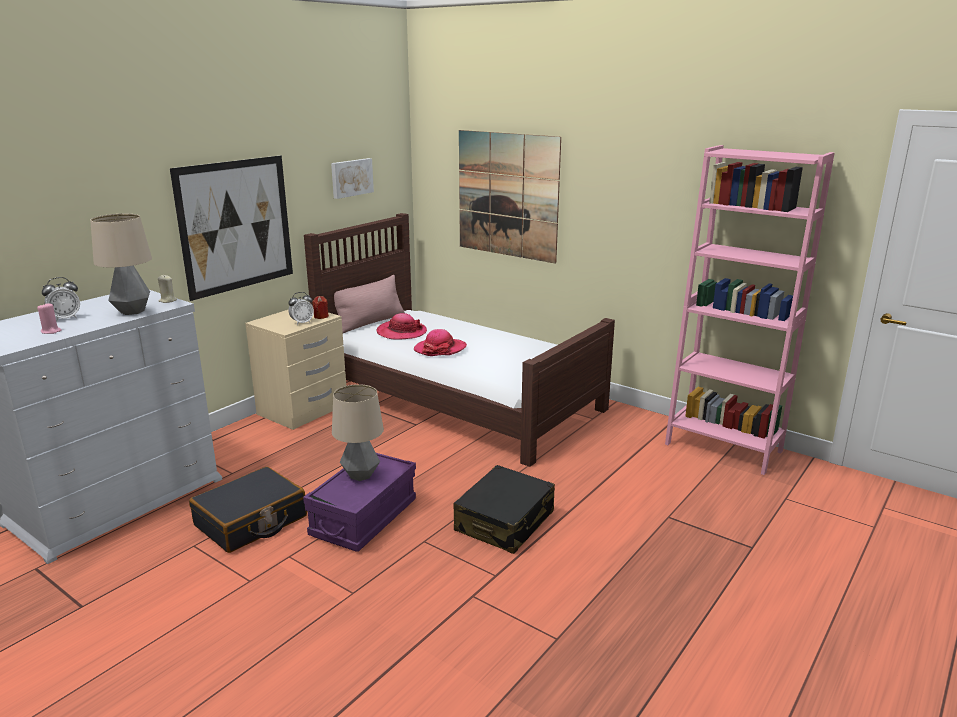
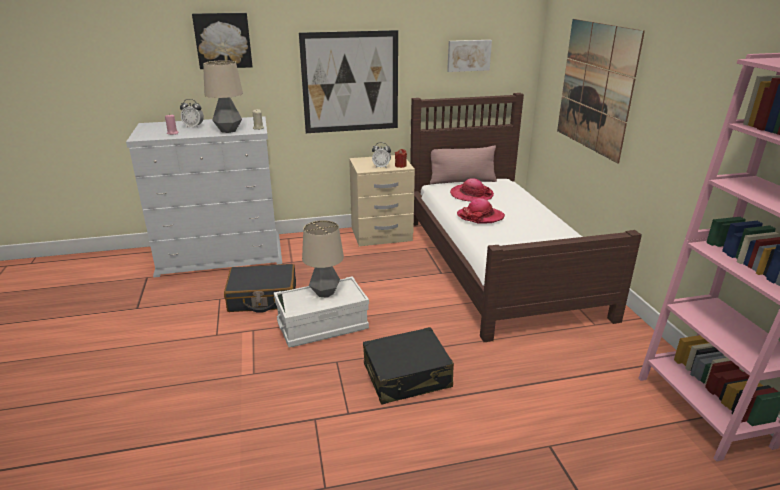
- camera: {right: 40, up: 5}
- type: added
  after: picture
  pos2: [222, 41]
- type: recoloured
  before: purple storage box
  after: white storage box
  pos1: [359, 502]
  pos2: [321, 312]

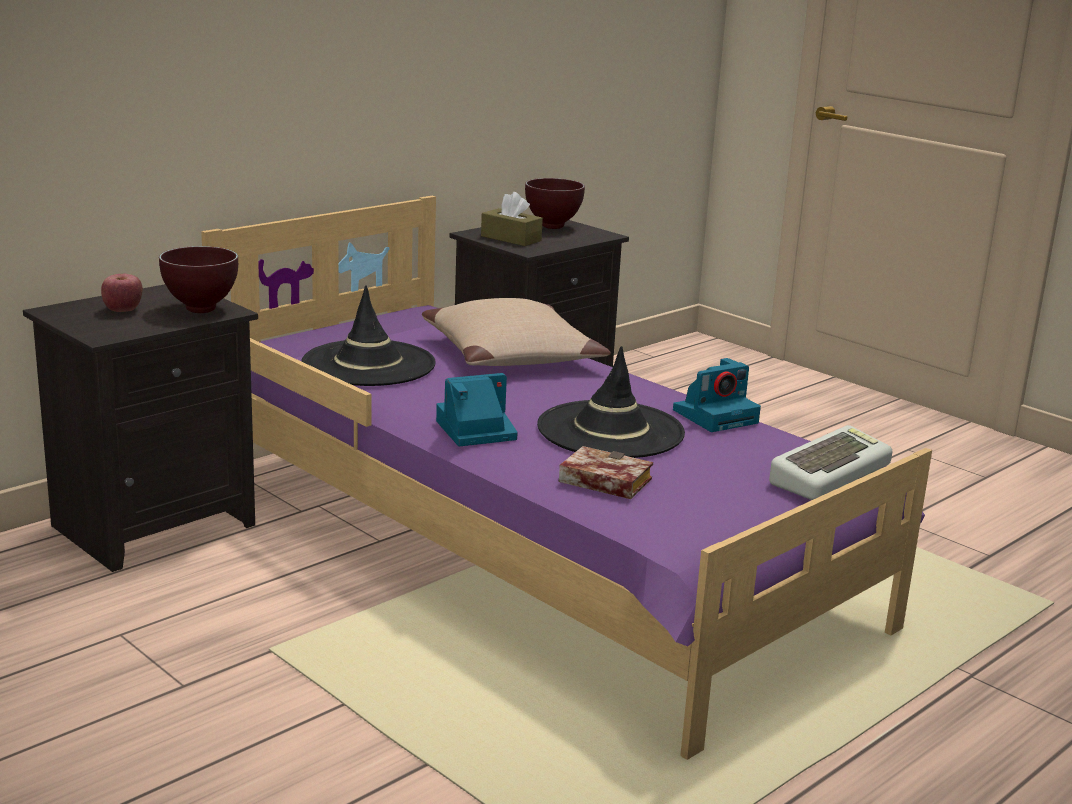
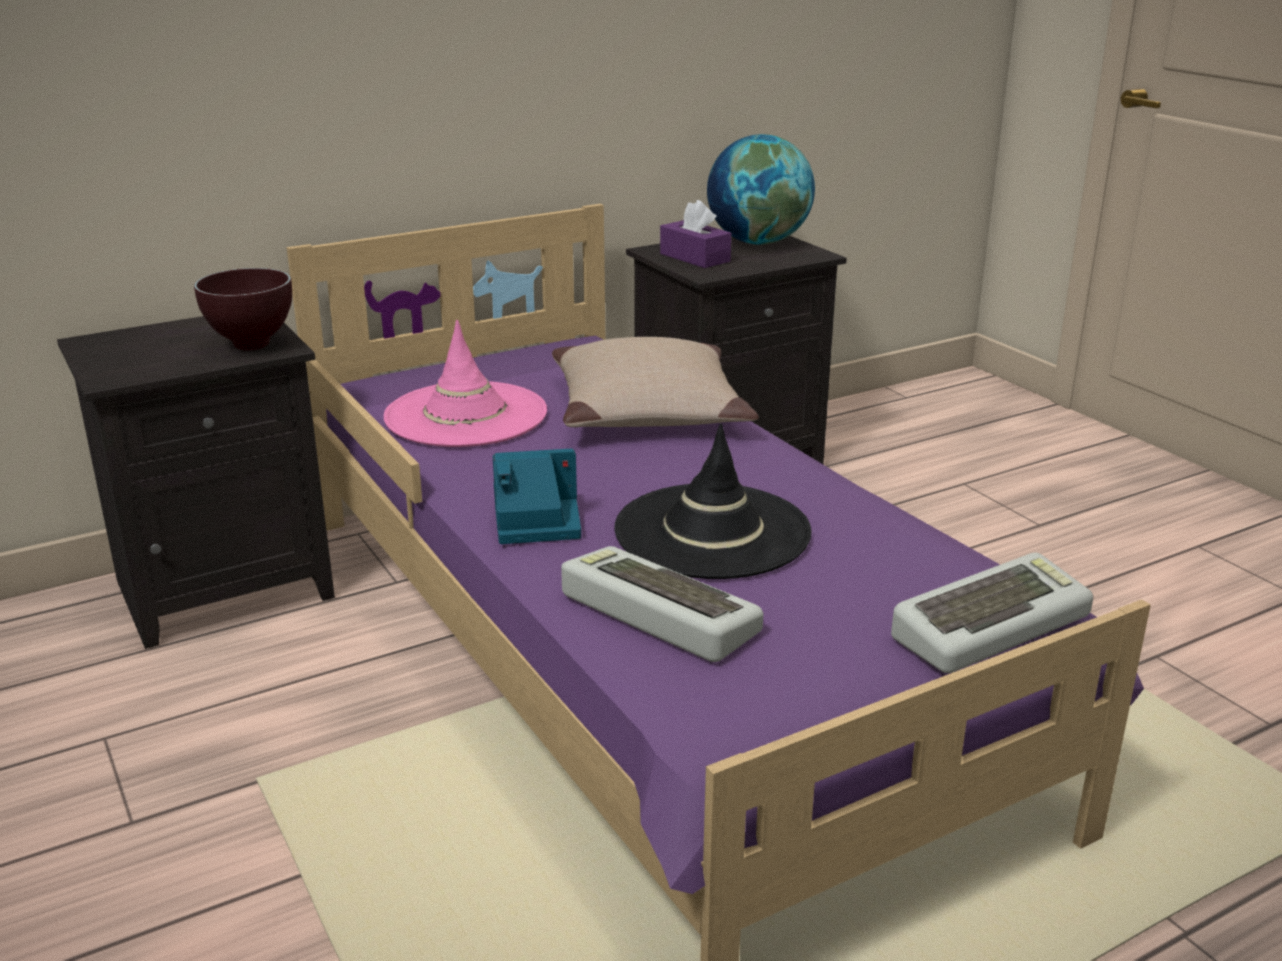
- camera: {right: 15, up: 5}
- type: removed
  before: apple
  pos1: [122, 293]
- type: removed
  before: photo camera
  pos1: [717, 395]
- type: replaced
  before: brown bowl
  after: globe
  pos1: [555, 203]
  pos2: [761, 189]
- type: replaced
  before: book
  after: keyboard
  pos1: [606, 472]
  pos2: [662, 604]
- type: recoloured
  before: black hat
  after: pink hat
  pos1: [368, 335]
  pos2: [465, 383]
- type: recoloured
  before: brown tissue box
  after: purple tissue box
  pos1: [512, 219]
  pos2: [695, 234]

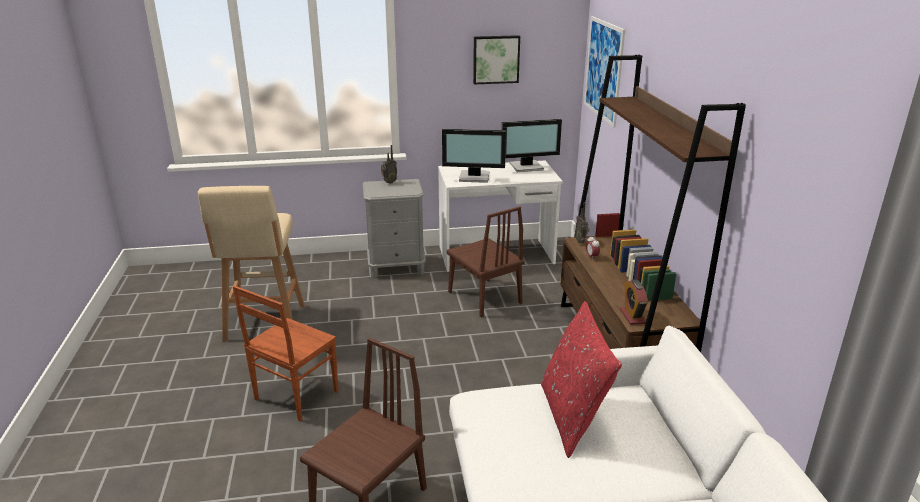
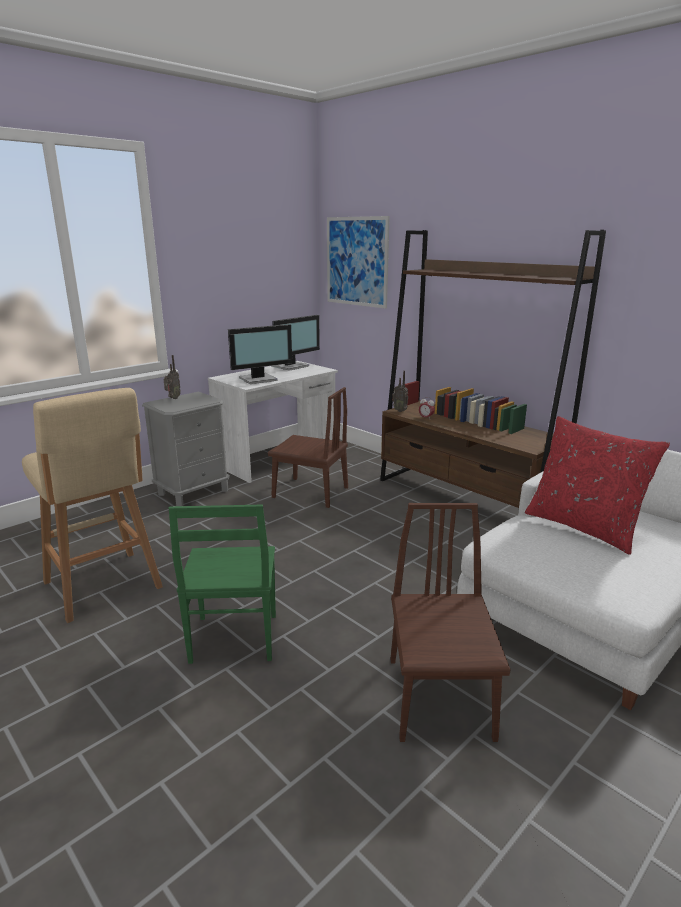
- camera: {right: -35, up: -5}
- type: removed
  before: picture
  pos1: [496, 59]
- type: removed
  before: alarm clock
  pos1: [634, 302]
- type: recoloured
  before: brown chair
  after: green chair
  pos1: [285, 353]
  pos2: [222, 584]

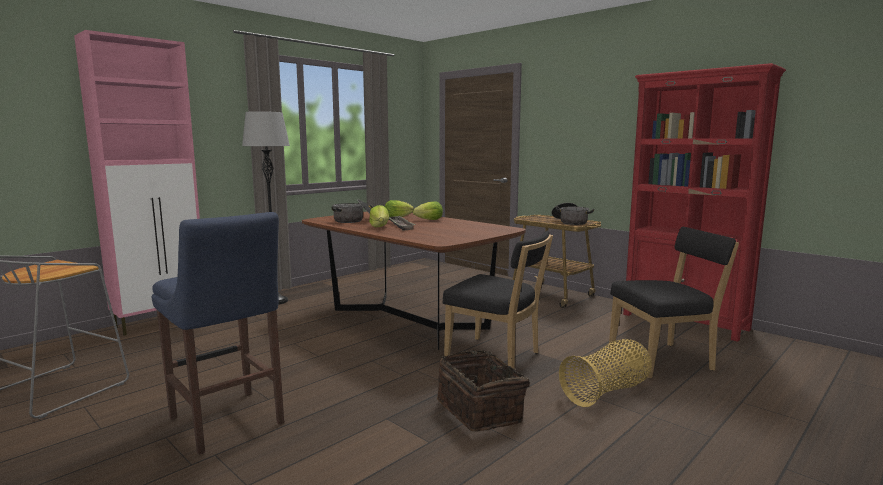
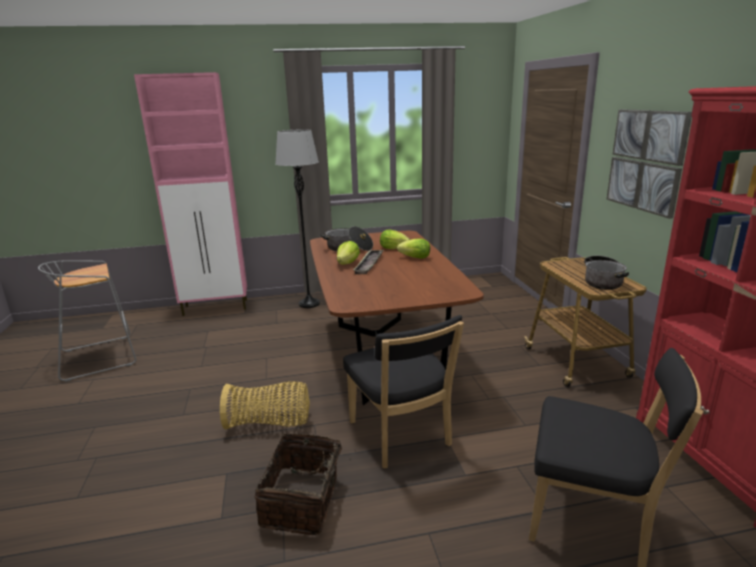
- camera: {right: 35, up: 10}
- type: removed
  before: blue stool
  pos1: [218, 333]
- type: added
  after: picture
  pos2: [649, 164]
- type: moved
  before: basket
  pos1: [605, 373]
  pos2: [265, 405]

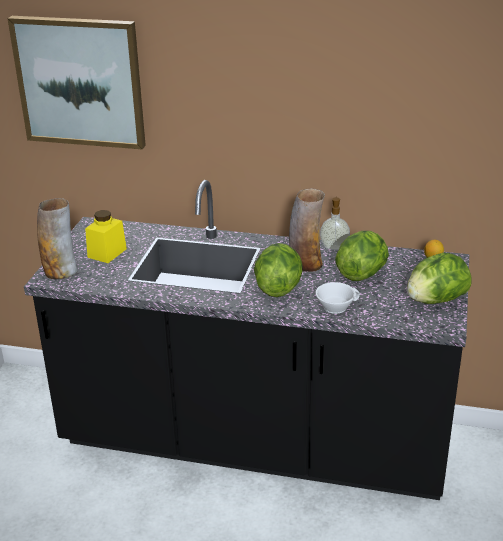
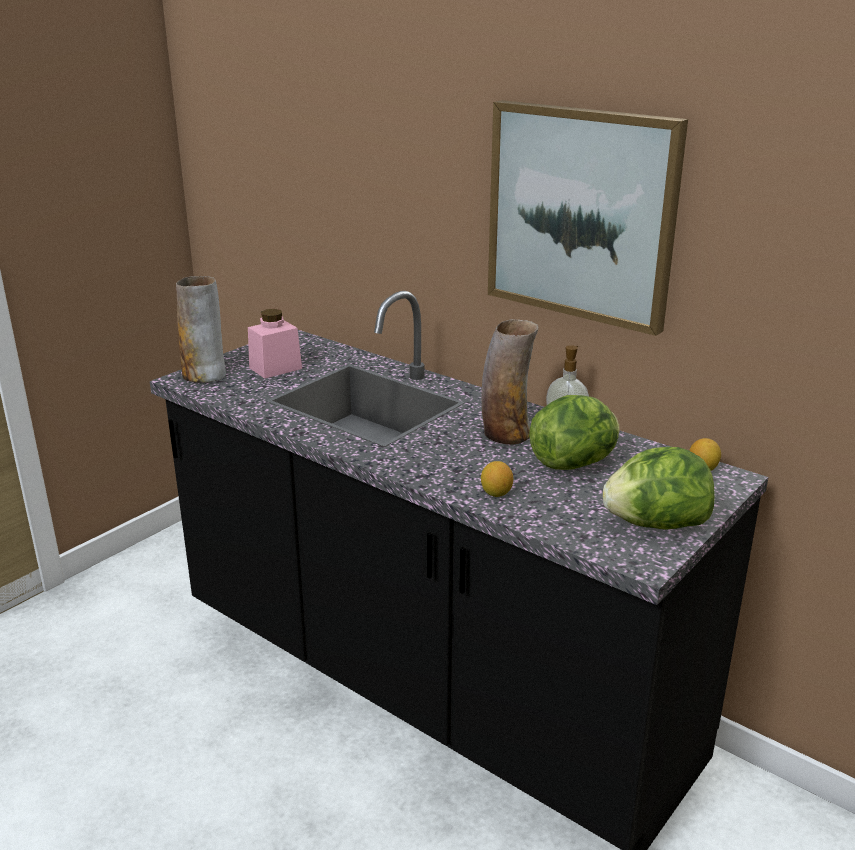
- camera: {right: 25, up: -5}
- type: removed
  before: lettuce
  pos1: [278, 270]
- type: moved
  before: picture
  pos1: [76, 82]
  pos2: [588, 218]
- type: replaced
  before: white cup
  after: lemon
  pos1: [337, 298]
  pos2: [497, 479]
- type: recoloured
  before: yellow jar
  after: pink jar
  pos1: [106, 236]
  pos2: [275, 344]

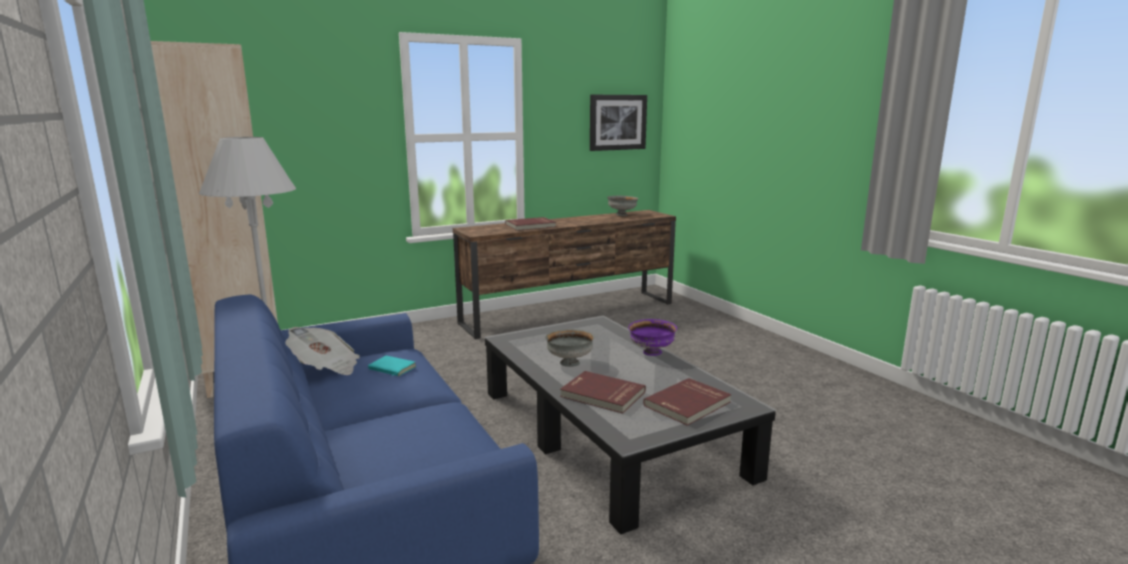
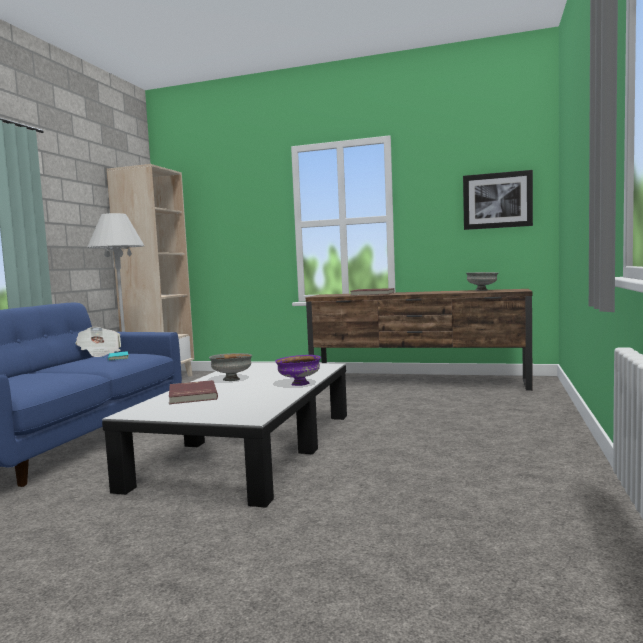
- camera: {right: 45, up: -10}
- type: removed
  before: red book
  pos1: [687, 402]

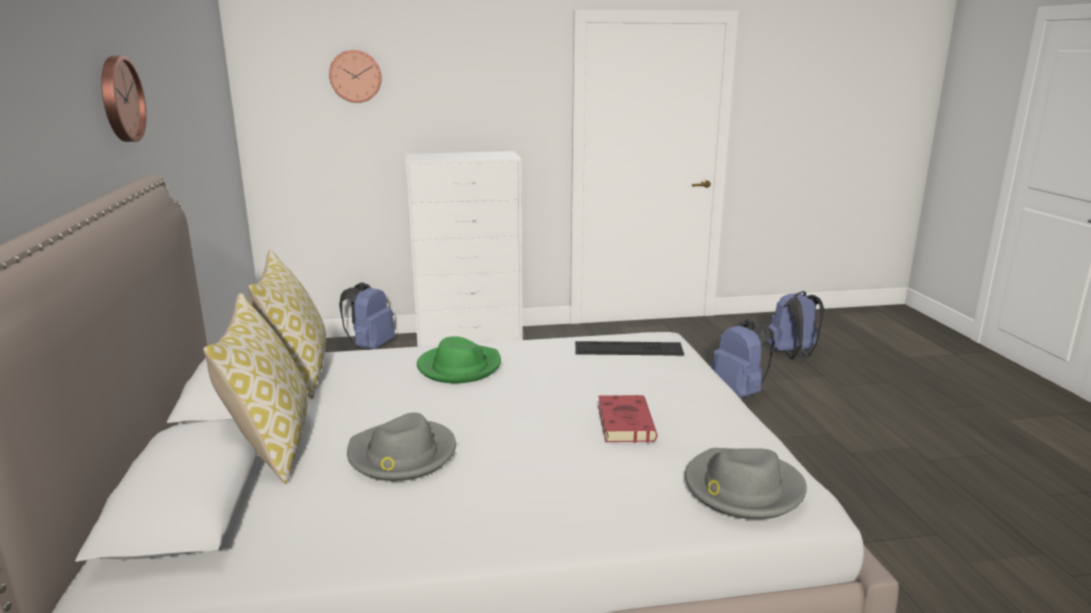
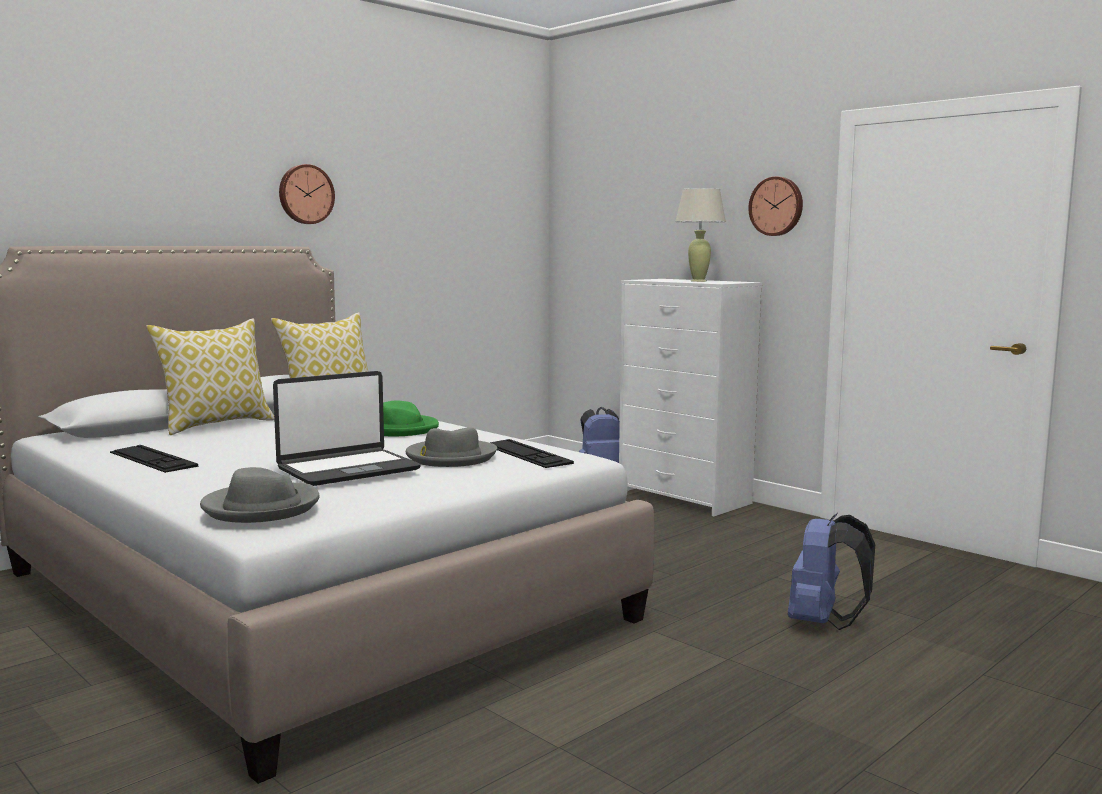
- camera: {right: 55, up: -10}
- type: removed
  before: blue backpack
  pos1: [794, 325]
- type: added
  after: keyboard
  pos2: [154, 459]
- type: added
  after: beige table lamp
  pos2: [700, 235]
- type: moved
  before: wall clock
  pos1: [355, 76]
  pos2: [775, 206]
- type: moved
  before: grey hat
  pos1: [401, 447]
  pos2: [451, 447]
- type: replaced
  before: red book
  after: laptop
  pos1: [627, 419]
  pos2: [347, 428]

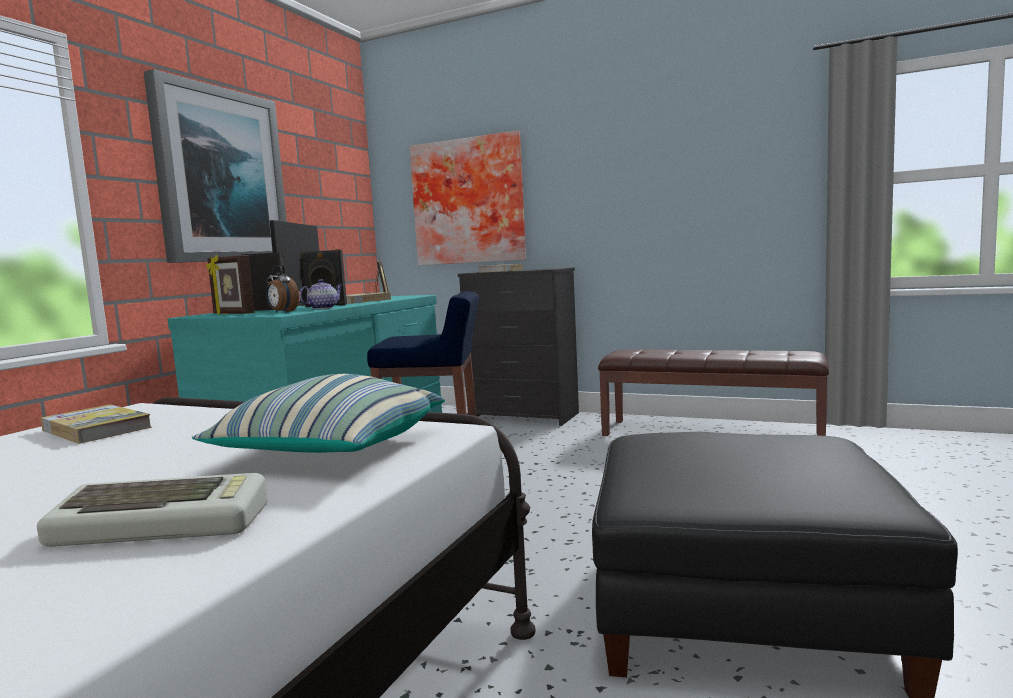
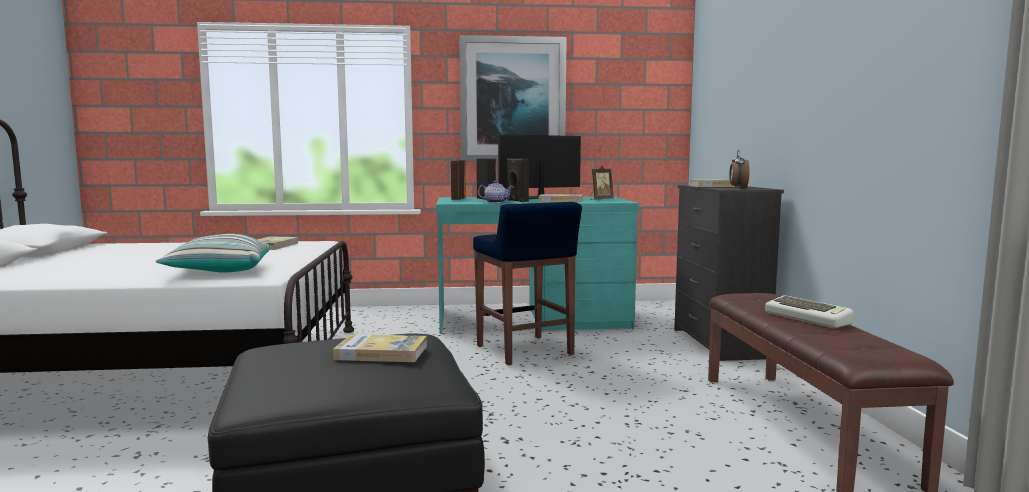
- camera: {right: 60, up: 0}
- type: removed
  before: picture
  pos1: [468, 198]
- type: added
  after: book
  pos2: [380, 348]
- type: moved
  before: keyboard
  pos1: [152, 510]
  pos2: [809, 311]
- type: moved
  before: alarm clock
  pos1: [282, 289]
  pos2: [739, 169]

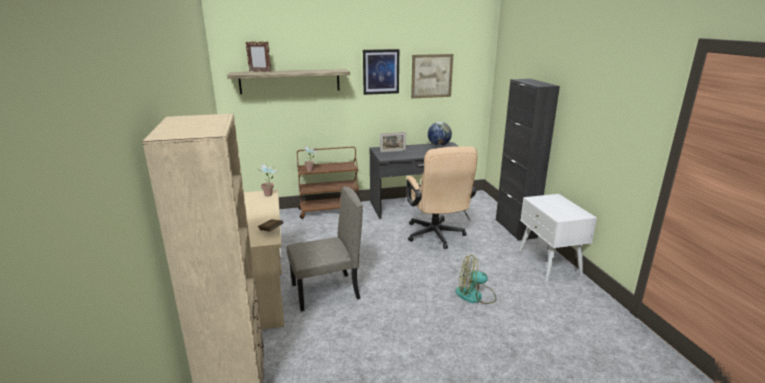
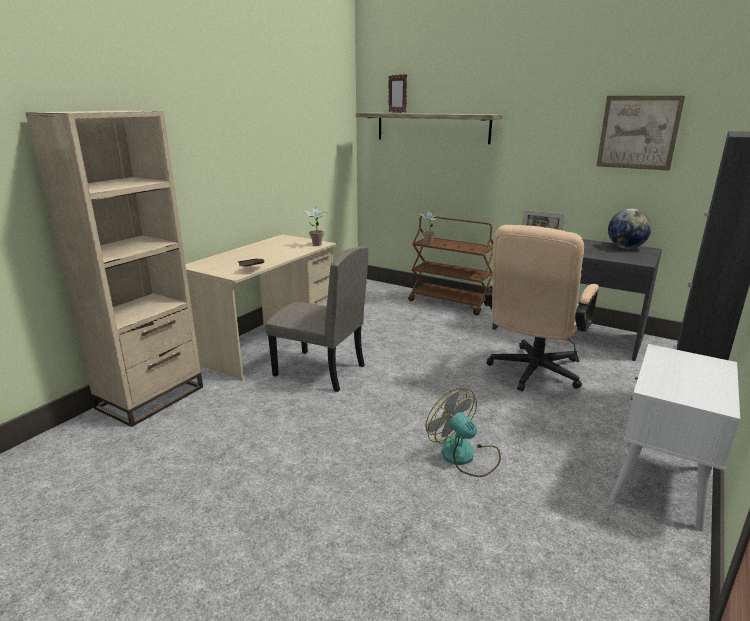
- camera: {right: 45, up: 0}
- type: removed
  before: picture
  pos1: [381, 72]

